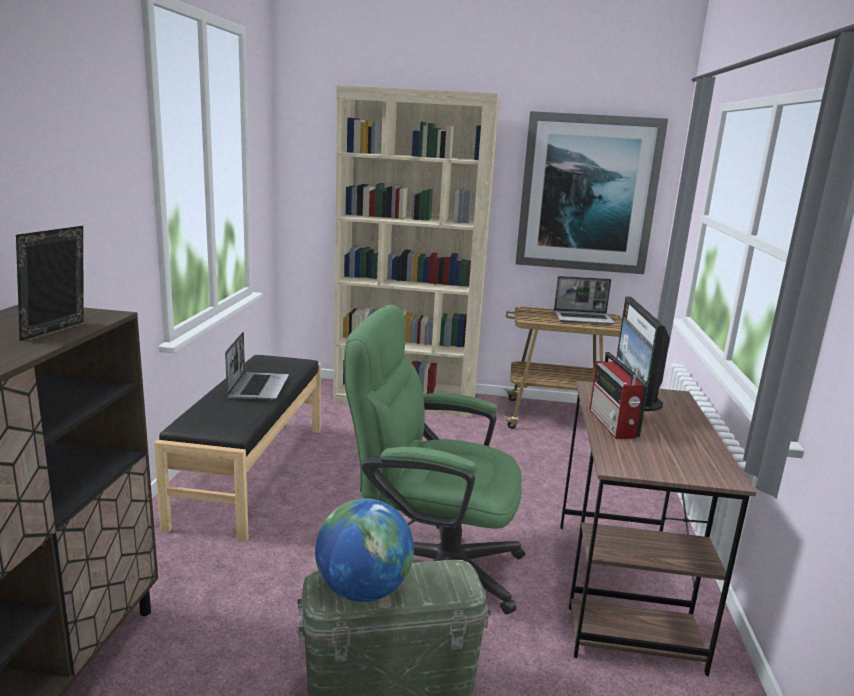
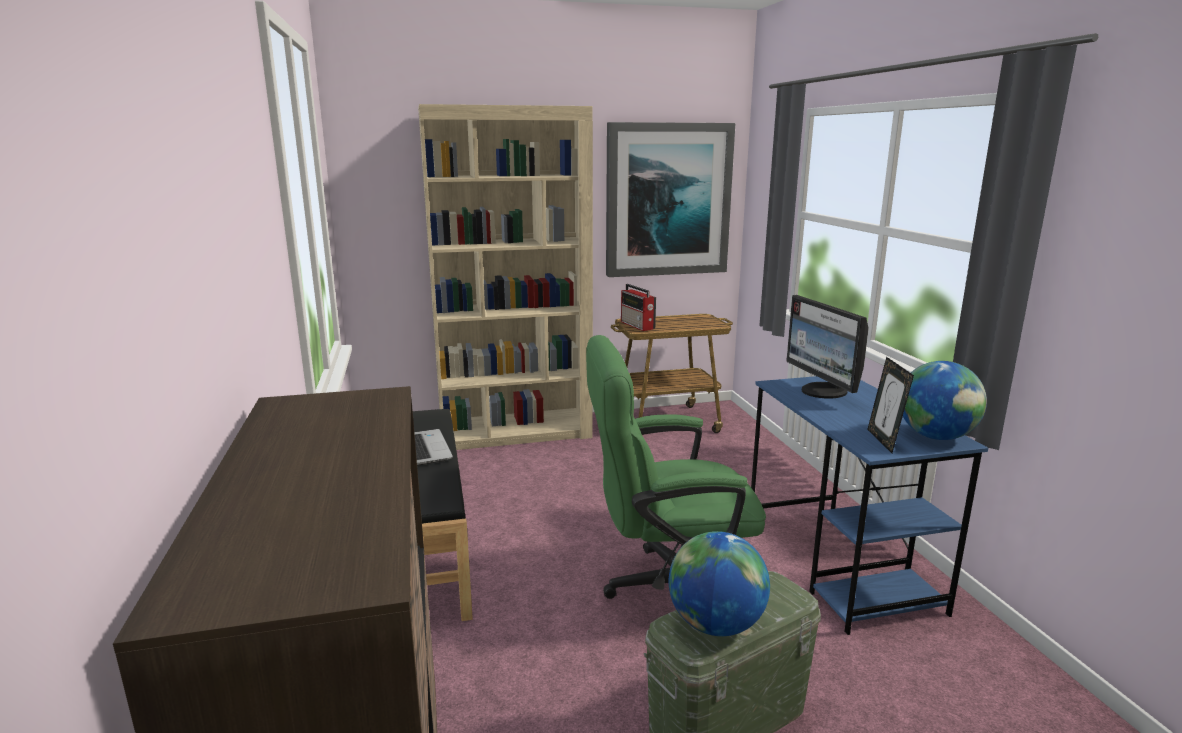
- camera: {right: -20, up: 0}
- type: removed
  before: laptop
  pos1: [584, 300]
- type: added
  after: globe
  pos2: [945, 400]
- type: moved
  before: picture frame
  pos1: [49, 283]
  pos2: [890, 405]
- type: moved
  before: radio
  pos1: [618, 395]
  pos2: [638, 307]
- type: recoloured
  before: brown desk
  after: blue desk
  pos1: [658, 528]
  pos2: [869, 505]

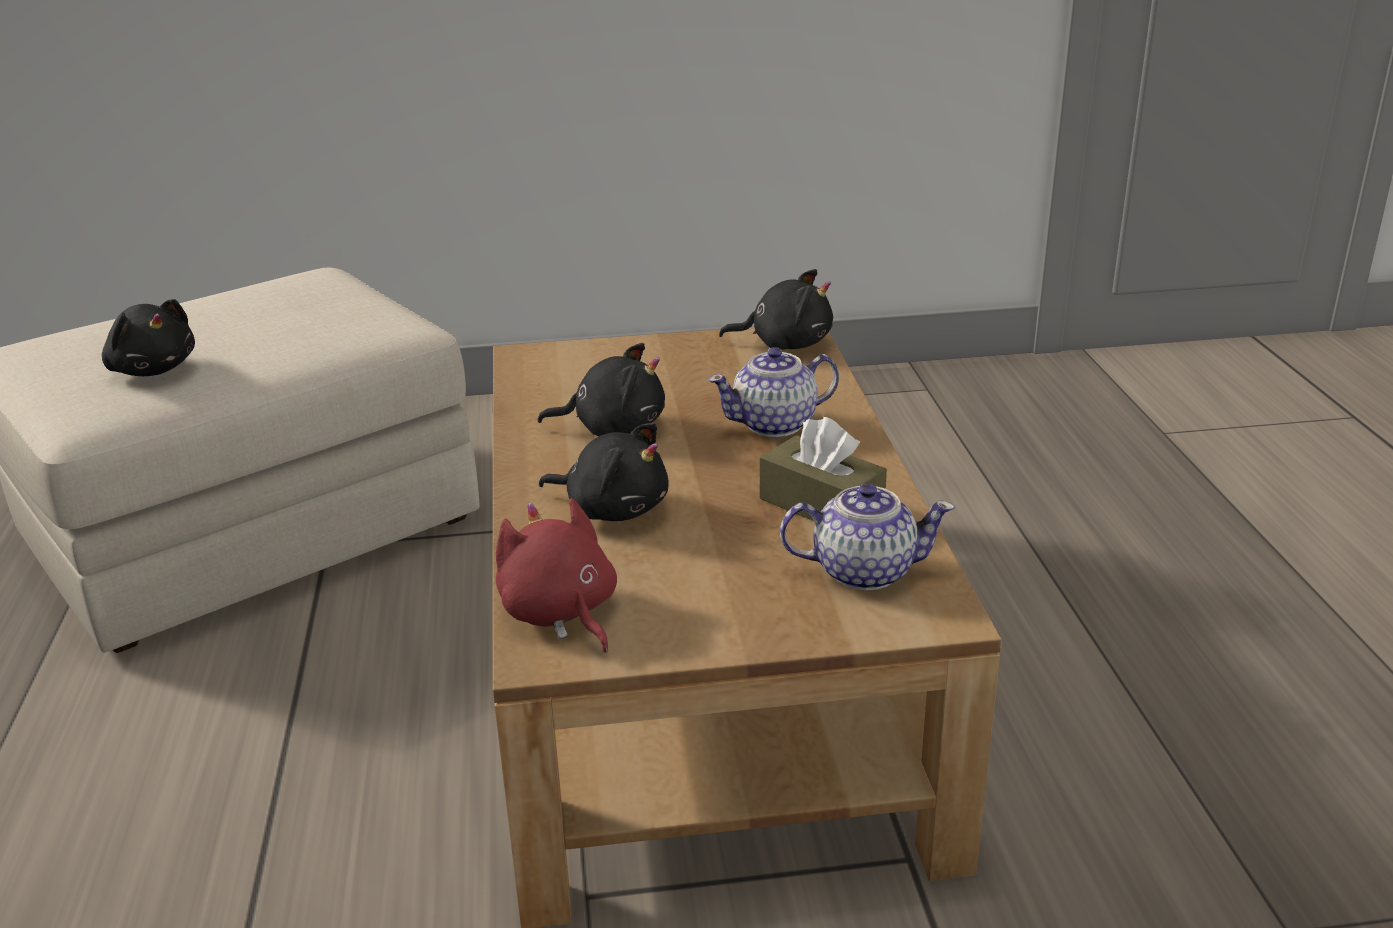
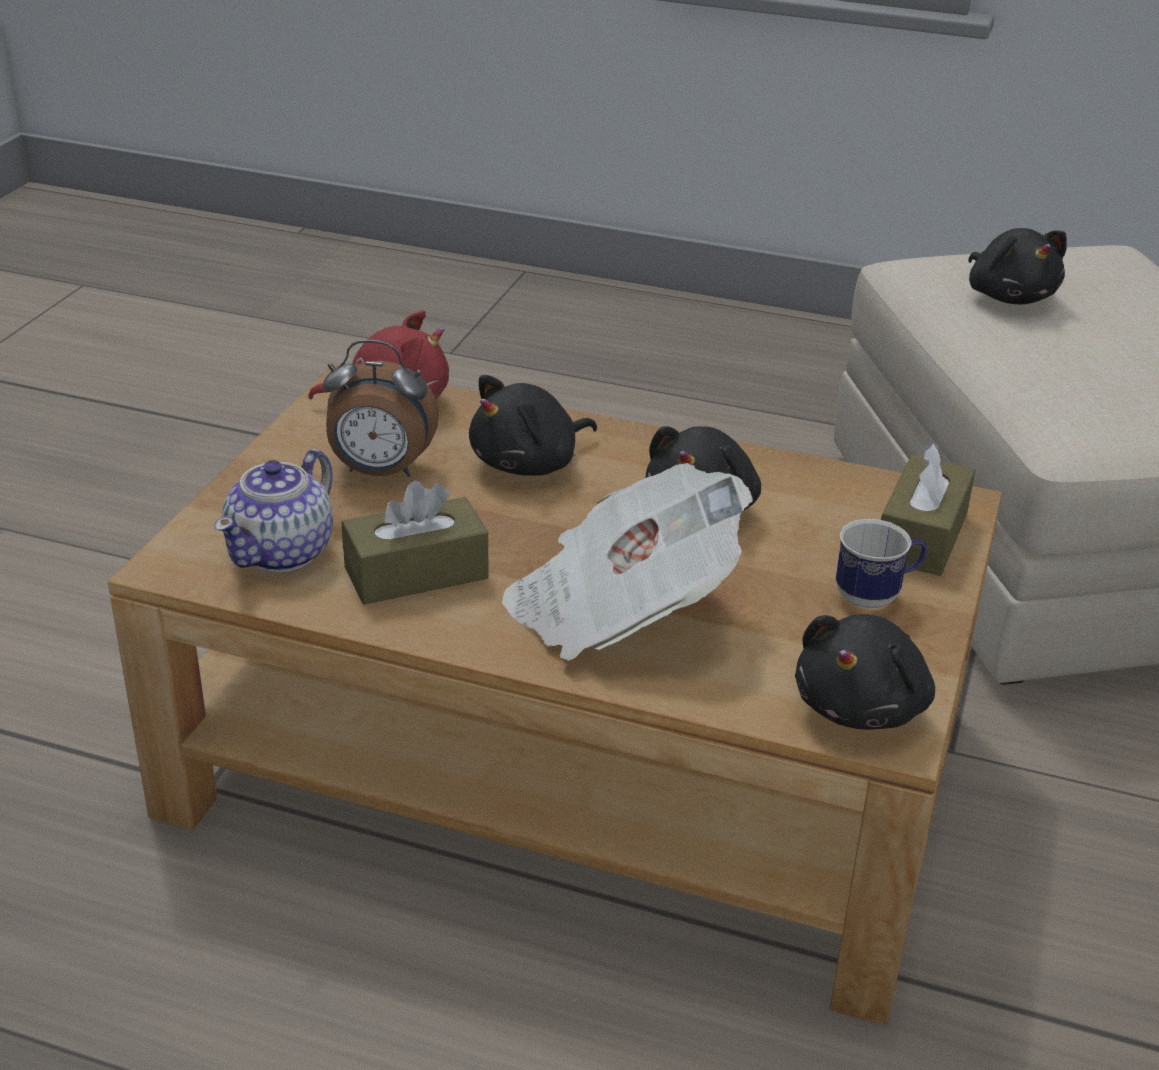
- camera: {right: 115, up: 5}
- type: added
  after: alarm clock
  pos2: [381, 408]
- type: added
  after: mug
  pos2: [881, 564]
- type: added
  after: brown tissue box
  pos2: [928, 509]
- type: replaced
  before: teapot
  after: newspaper
  pos1: [773, 392]
  pos2: [627, 562]
- type: turned
  before: black plush toy
  pos1: [148, 337]
  pos2: [1017, 266]
  turn: -90

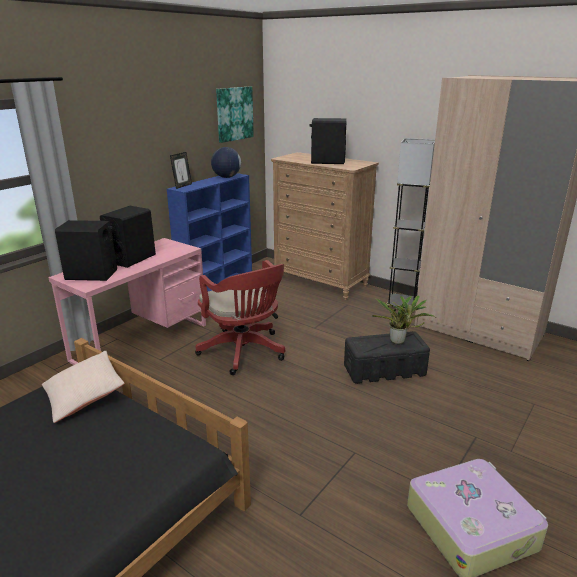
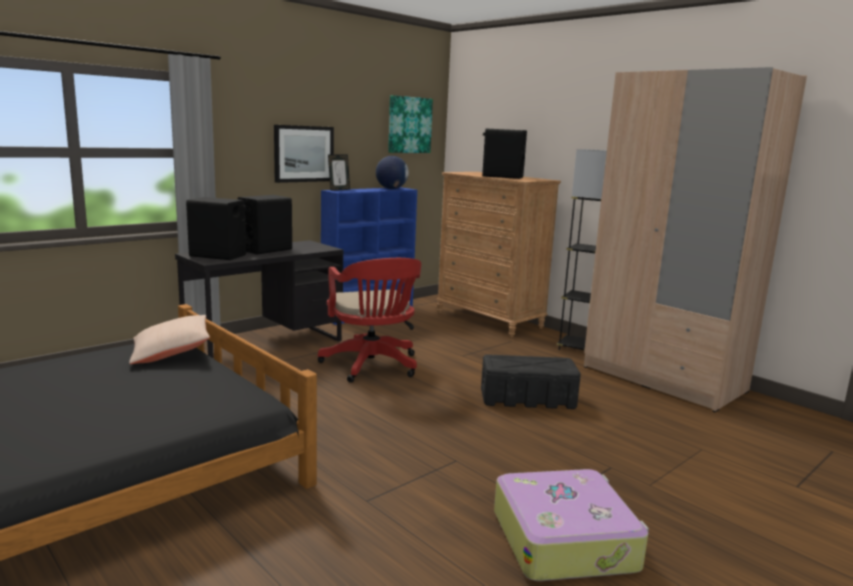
- camera: {right: 10, up: -10}
- type: removed
  before: potted plant
  pos1: [403, 319]
- type: added
  after: picture
  pos2: [304, 154]
- type: recoloured
  before: pink desk
  after: black desk
  pos1: [127, 301]
  pos2: [259, 299]

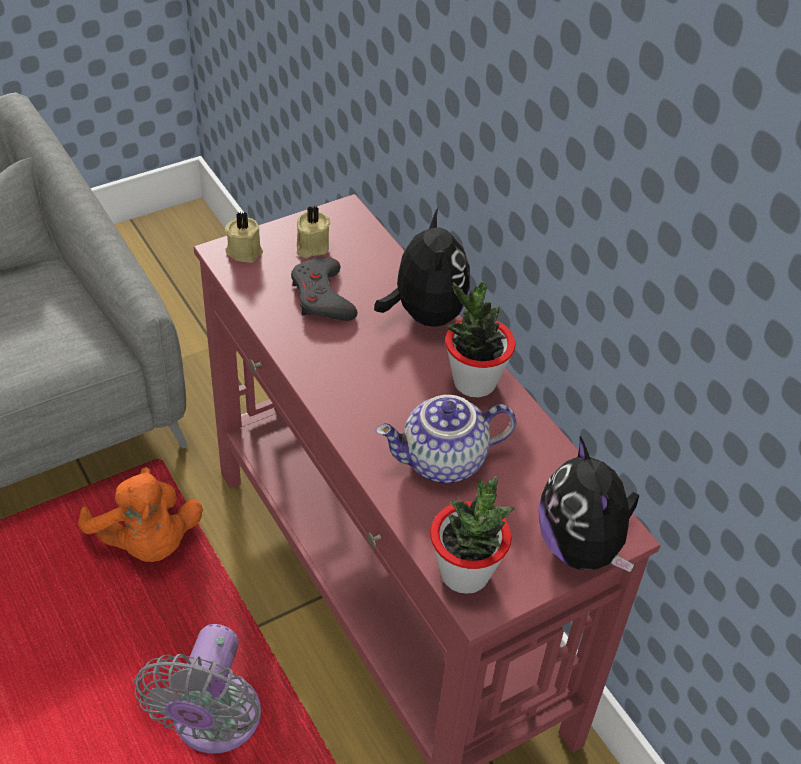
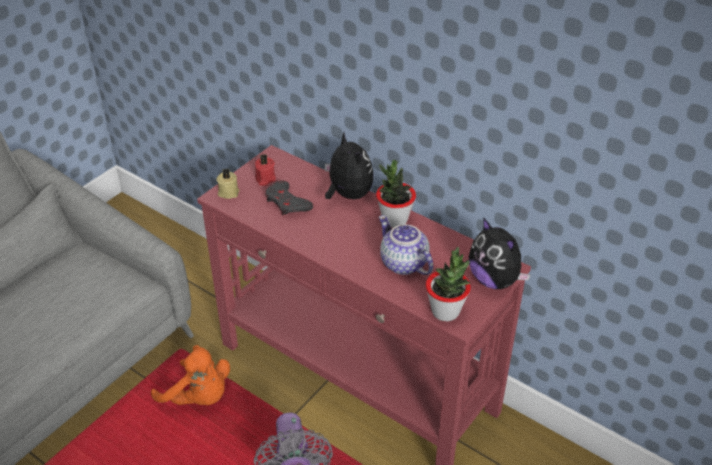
- camera: {right: -20, up: -5}
- type: recoloured
  before: beige candle
  after: red candle
  pos1: [314, 232]
  pos2: [265, 170]
- type: turned
  before: teapot
  pos1: [446, 439]
  pos2: [406, 245]
  turn: 90

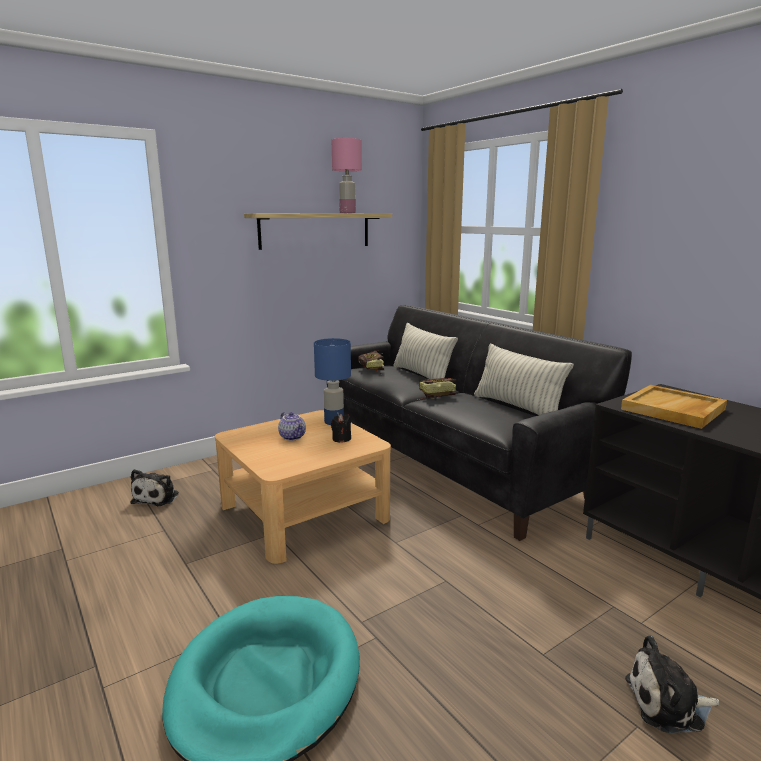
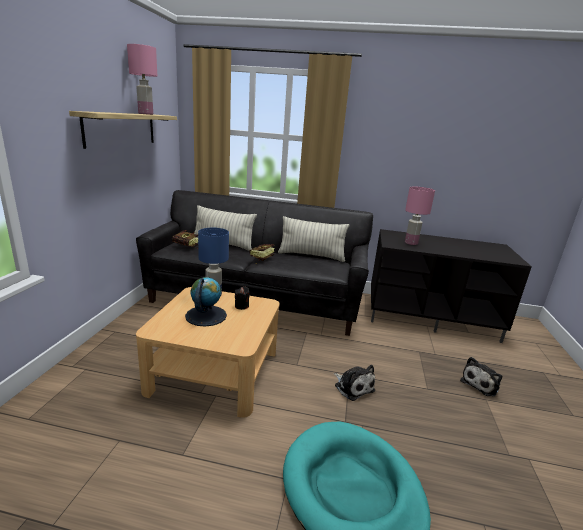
- camera: {right: -45, up: 5}
- type: moved
  before: plush toy
  pos1: [155, 487]
  pos2: [354, 383]
- type: replaced
  before: teapot
  after: globe
  pos1: [292, 426]
  pos2: [206, 302]
- type: replaced
  before: beige tray
  after: pink table lamp
  pos1: [674, 407]
  pos2: [420, 216]

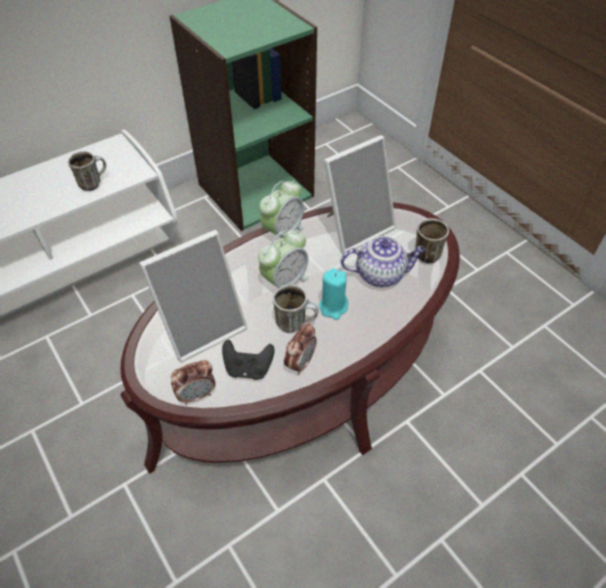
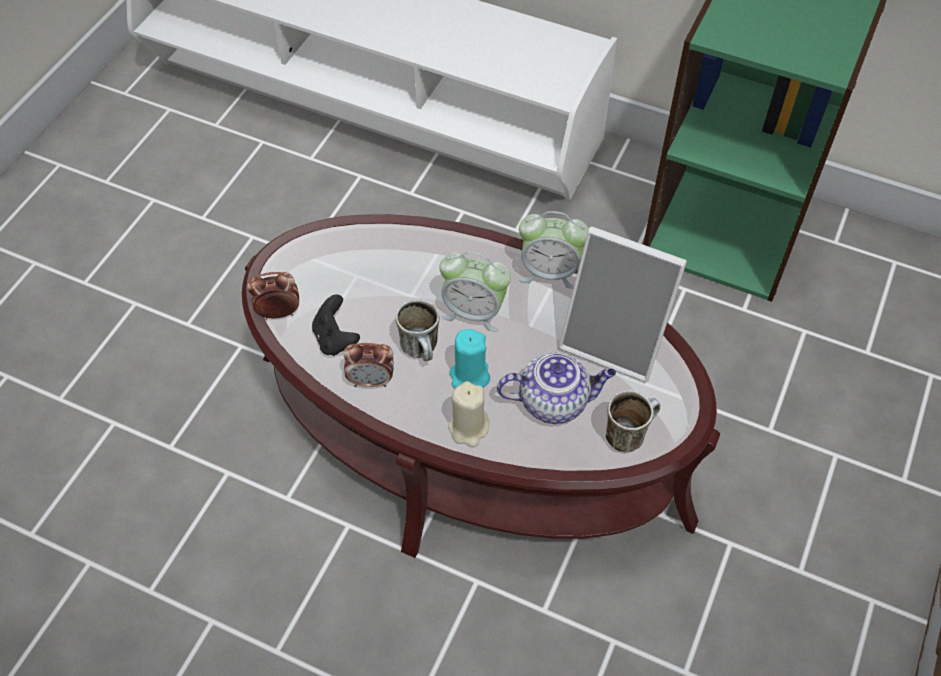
- camera: {right: 60, up: 5}
- type: removed
  before: mug
  pos1: [87, 171]
- type: removed
  before: picture frame
  pos1: [193, 296]
- type: added
  after: beige candle
  pos2: [469, 414]
- type: turned
  before: alarm clock
  pos1: [193, 382]
  pos2: [273, 296]
  turn: 135
- type: turned
  before: teapot
  pos1: [383, 261]
  pos2: [556, 388]
  turn: -60

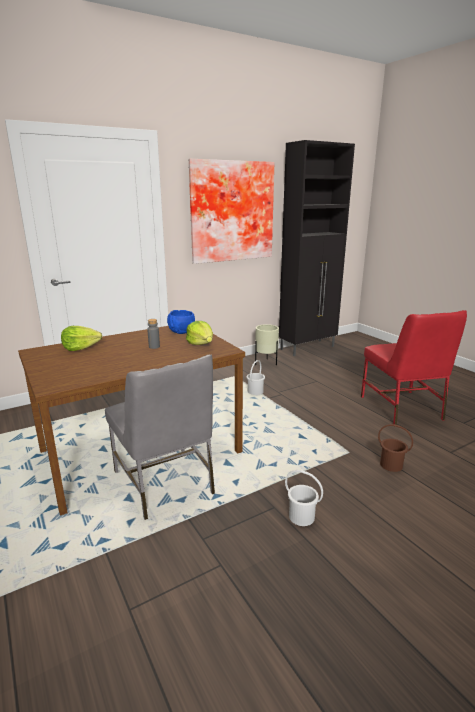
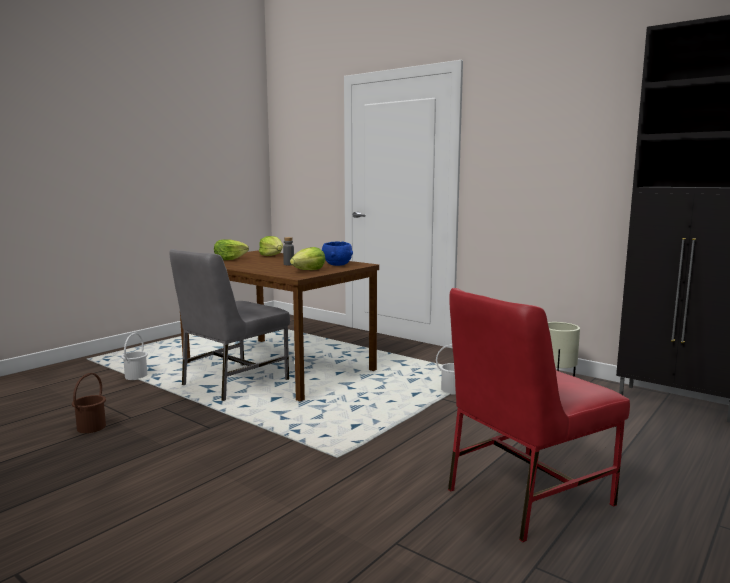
- camera: {right: 70, up: -10}
- type: removed
  before: picture
  pos1: [231, 211]
- type: added
  after: lettuce
  pos2: [231, 249]
- type: moved
  before: white bucket
  pos1: [304, 498]
  pos2: [134, 356]
- type: moved
  before: brown bucket
  pos1: [395, 448]
  pos2: [89, 403]

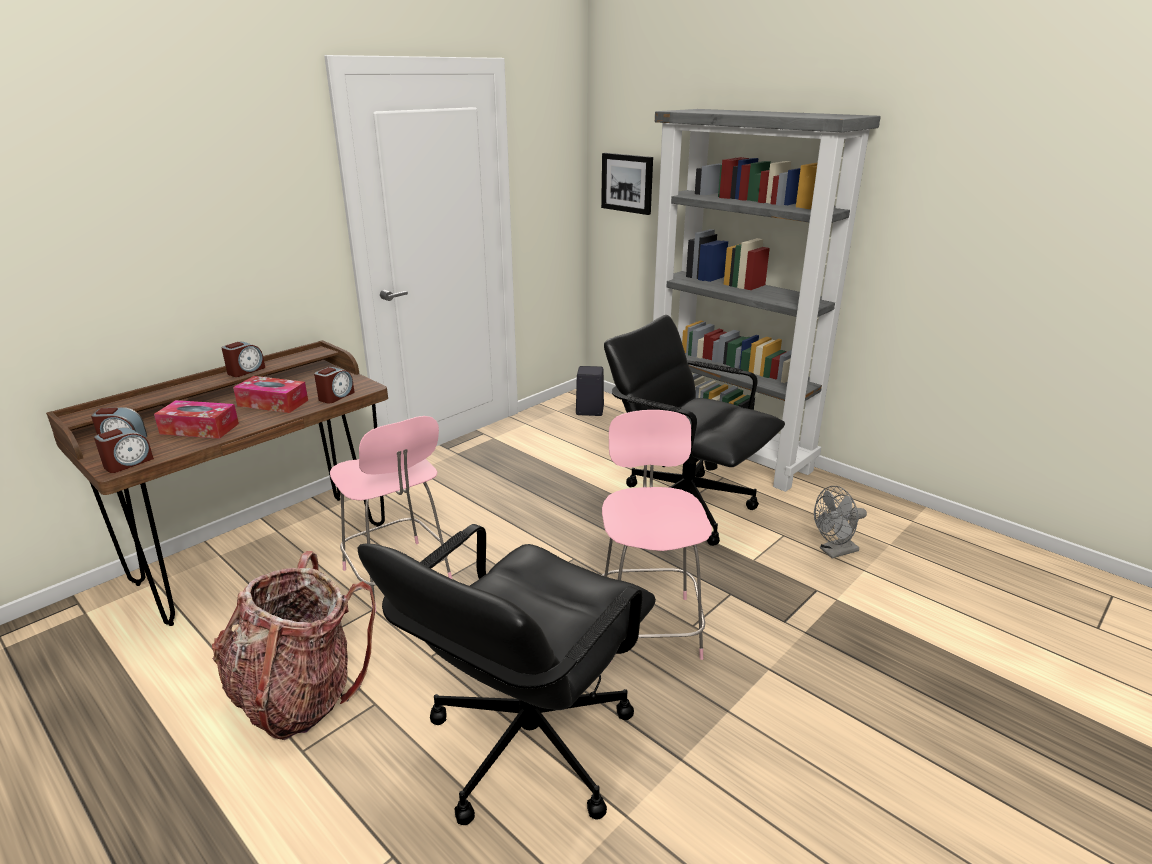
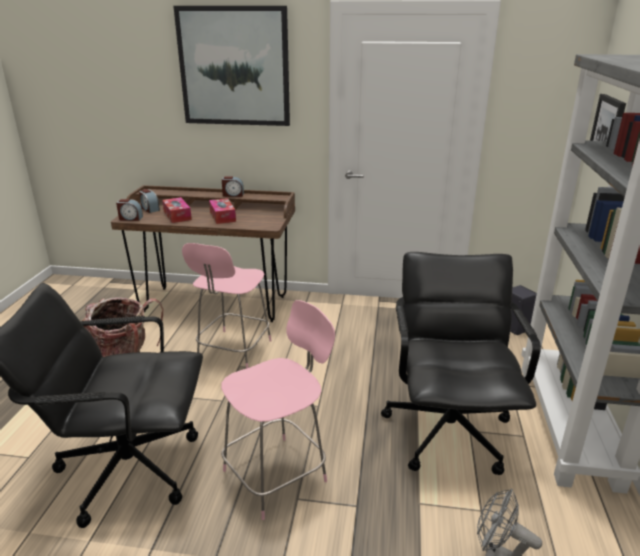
- camera: {right: 55, up: 0}
- type: removed
  before: alarm clock
  pos1: [334, 385]
- type: added
  after: picture
  pos2: [231, 66]

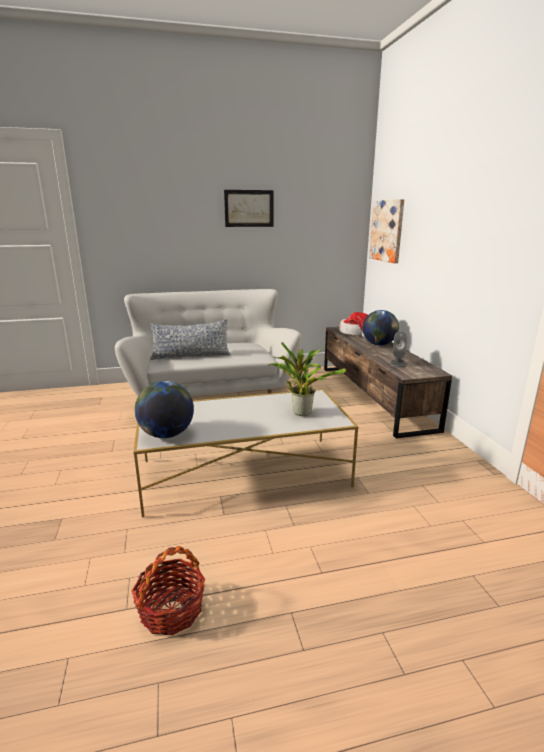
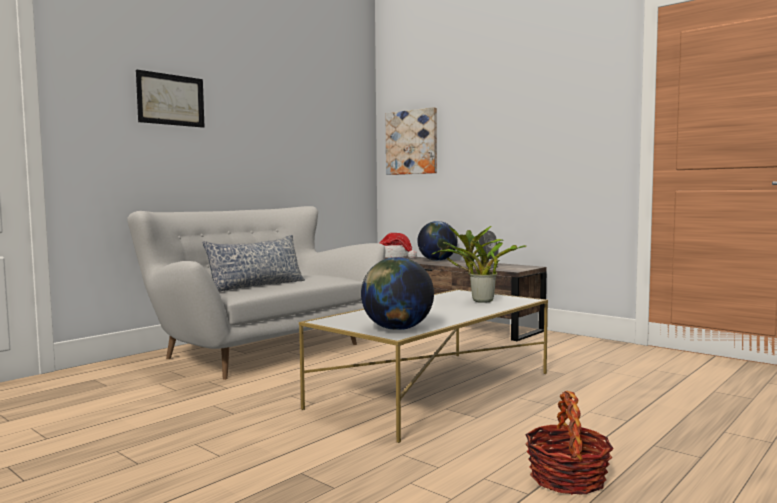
- camera: {right: -35, up: -15}
- type: moved
  before: picture
  pos1: [248, 208]
  pos2: [170, 99]

